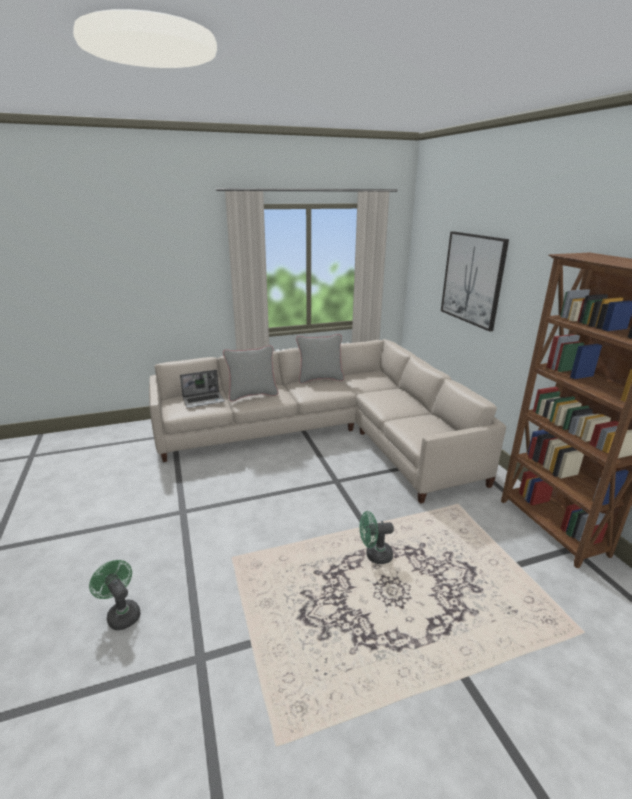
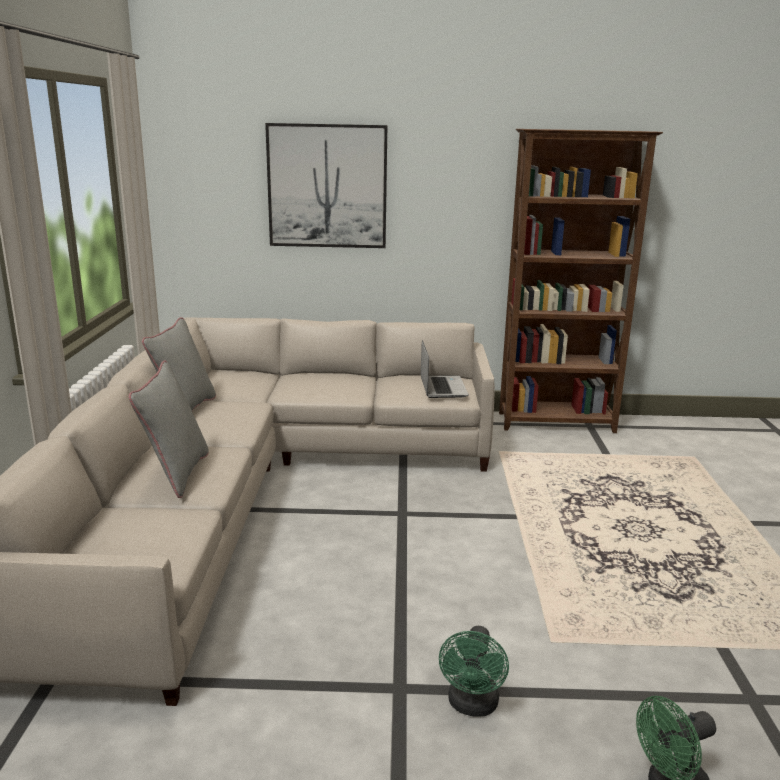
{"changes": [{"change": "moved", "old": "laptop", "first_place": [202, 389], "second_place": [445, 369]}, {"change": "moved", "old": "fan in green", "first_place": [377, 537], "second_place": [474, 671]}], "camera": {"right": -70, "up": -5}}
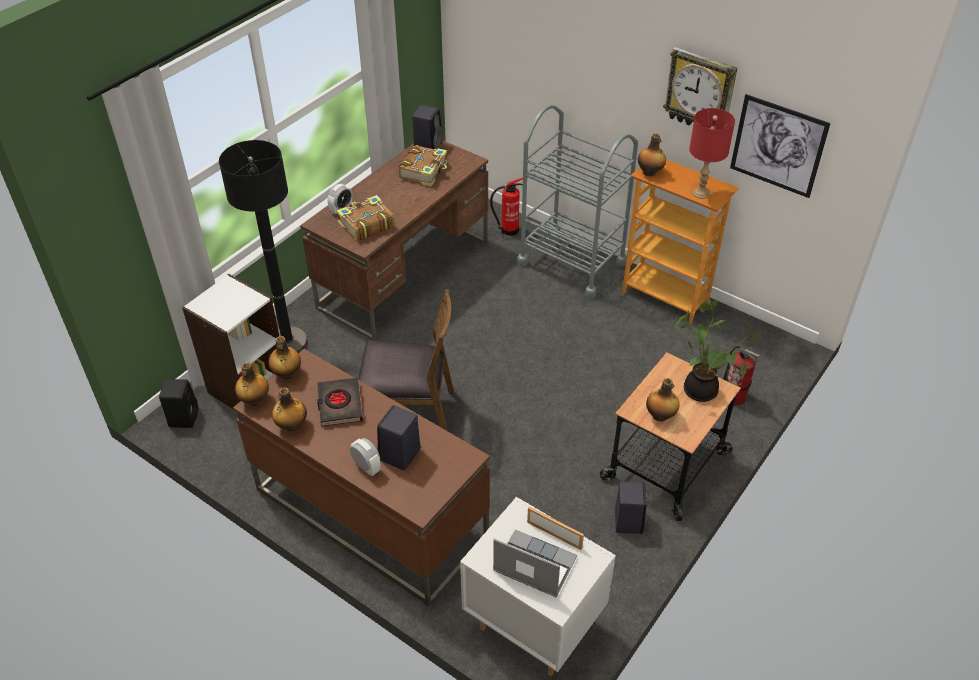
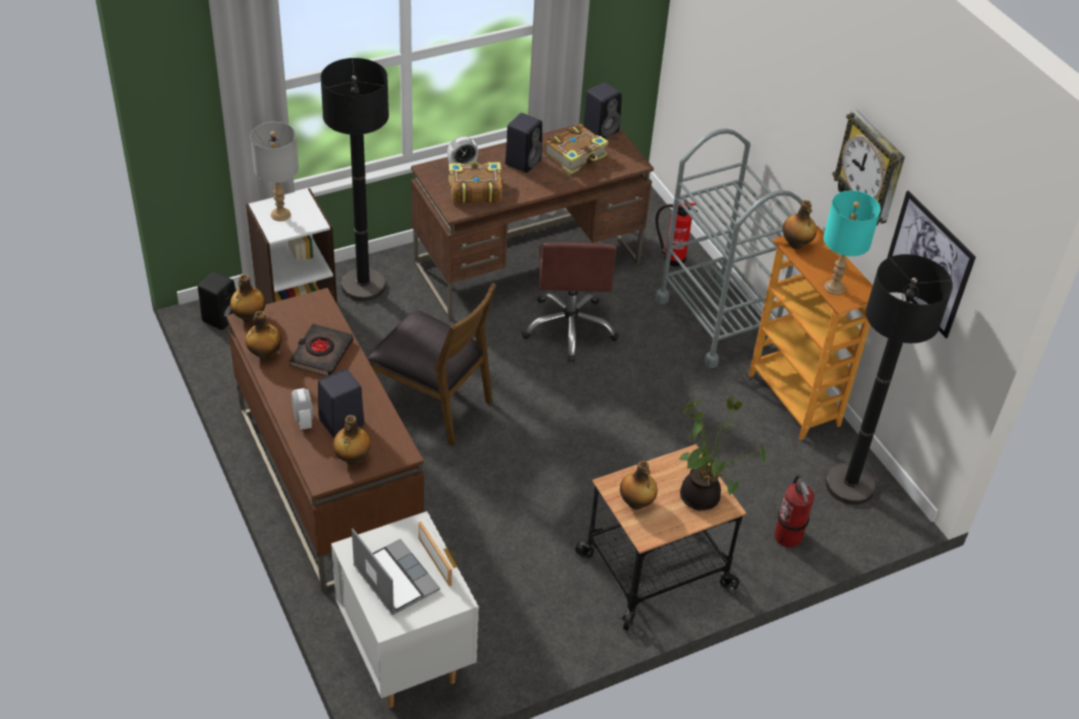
{"changes": [{"change": "recoloured", "old": "table lamp in red", "new": "table lamp in turquoise", "first_place": [712, 153], "second_place": [852, 242]}, {"change": "moved", "old": "bottle", "first_place": [285, 358], "second_place": [352, 439]}, {"change": "moved", "old": "speaker in black", "first_place": [631, 508], "second_place": [524, 143]}, {"change": "added", "new": "table lamp in grey", "second_place": [275, 171]}, {"change": "added", "new": "office chair in brown", "second_place": [570, 302]}, {"change": "added", "new": "floor lamp in black", "second_place": [889, 379]}], "camera": {"right": 25, "up": 0}}
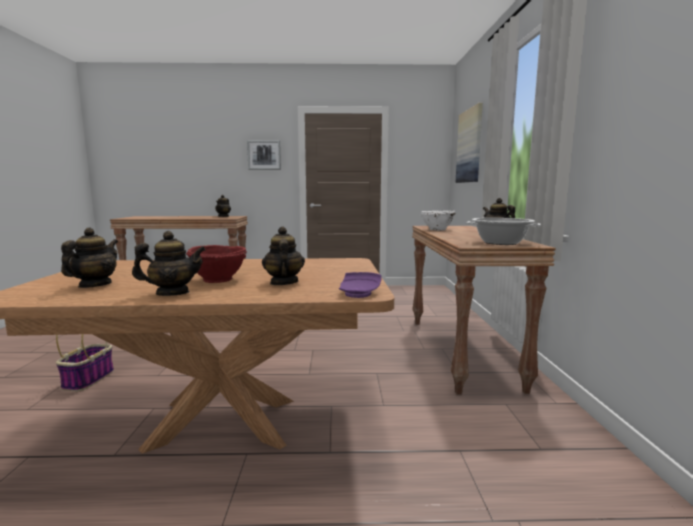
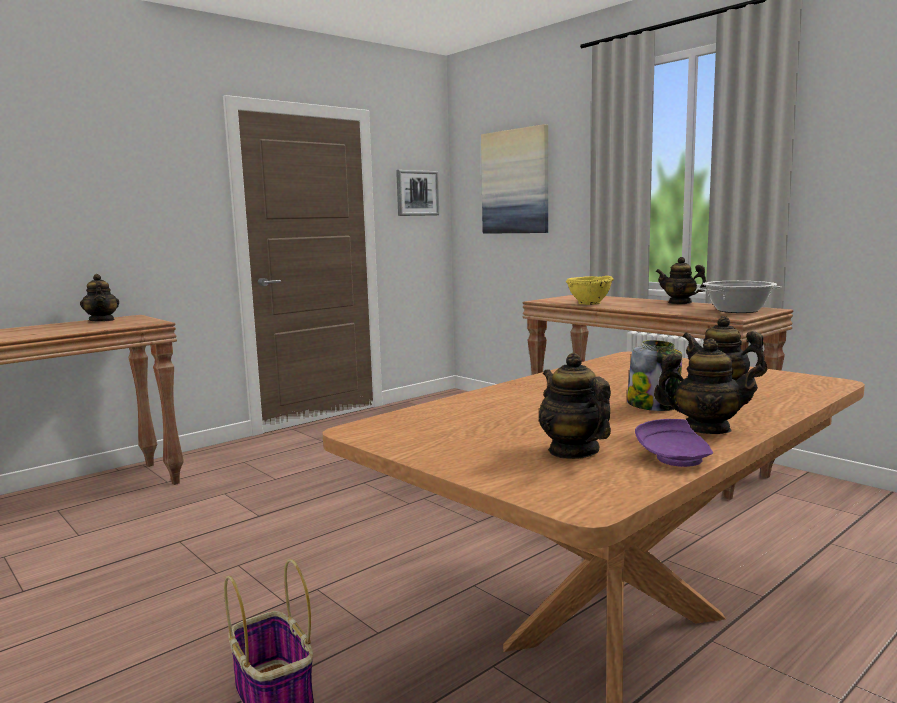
{"changes": [{"change": "moved", "old": "picture", "first_place": [264, 155], "second_place": [417, 193]}, {"change": "recoloured", "old": "bowl in white", "new": "bowl in yellow", "first_place": [438, 221], "second_place": [590, 290]}, {"change": "turned", "old": "teapot", "first_place": [169, 263], "second_place": [709, 386], "degrees": 75}, {"change": "replaced", "old": "bowl in red", "new": "jar", "first_place": [216, 264], "second_place": [655, 375]}, {"change": "moved", "old": "plate in purple", "first_place": [359, 285], "second_place": [674, 443]}], "camera": {"right": -40, "up": 0}}
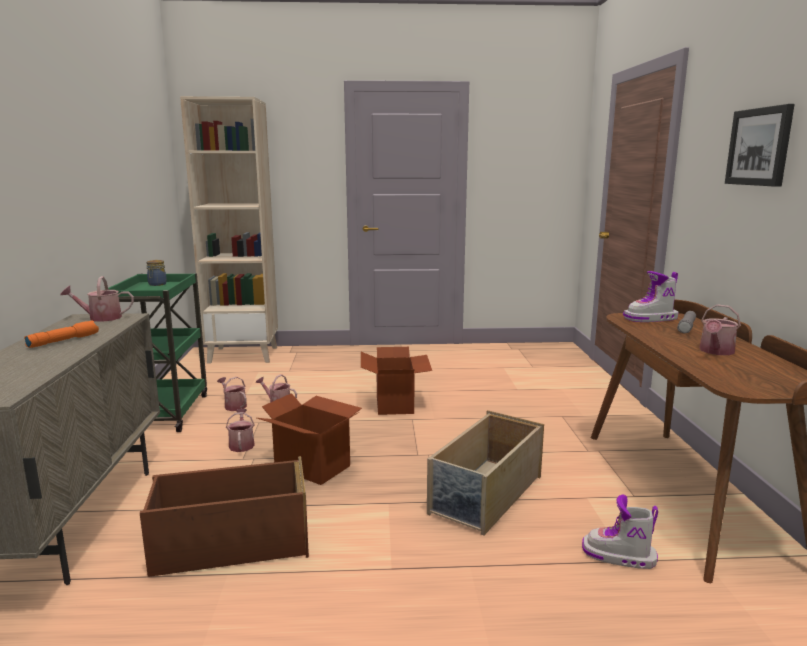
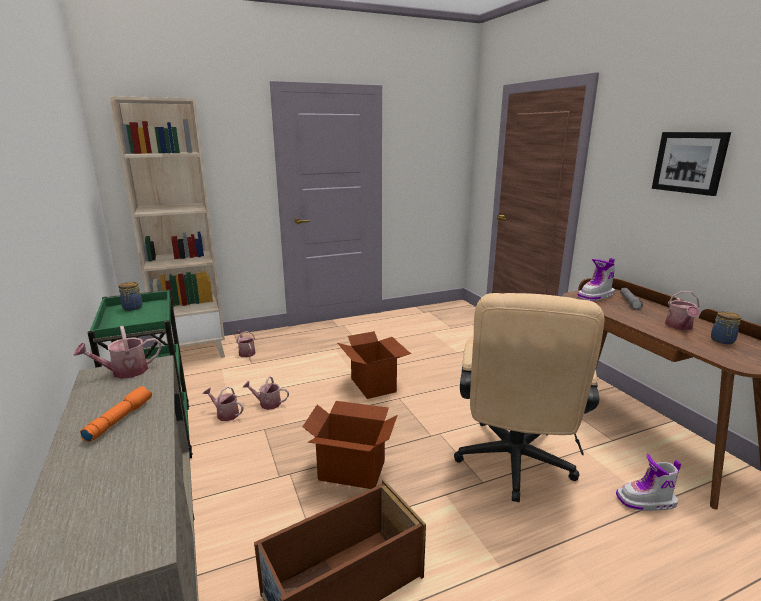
{"changes": [{"change": "moved", "old": "watering can", "first_place": [240, 430], "second_place": [246, 343]}, {"change": "replaced", "old": "storage box in beige", "new": "office chair in beige", "first_place": [485, 473], "second_place": [529, 397]}, {"change": "added", "new": "jar", "second_place": [726, 327]}], "camera": {"right": -20, "up": 5}}
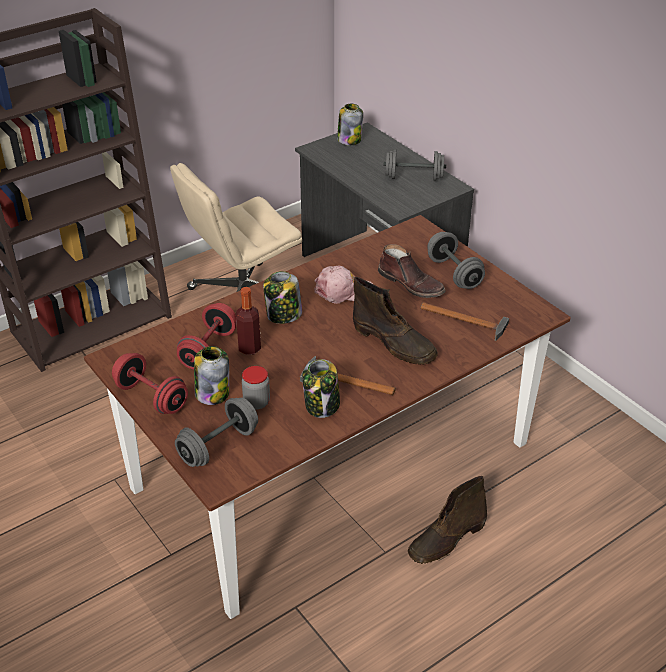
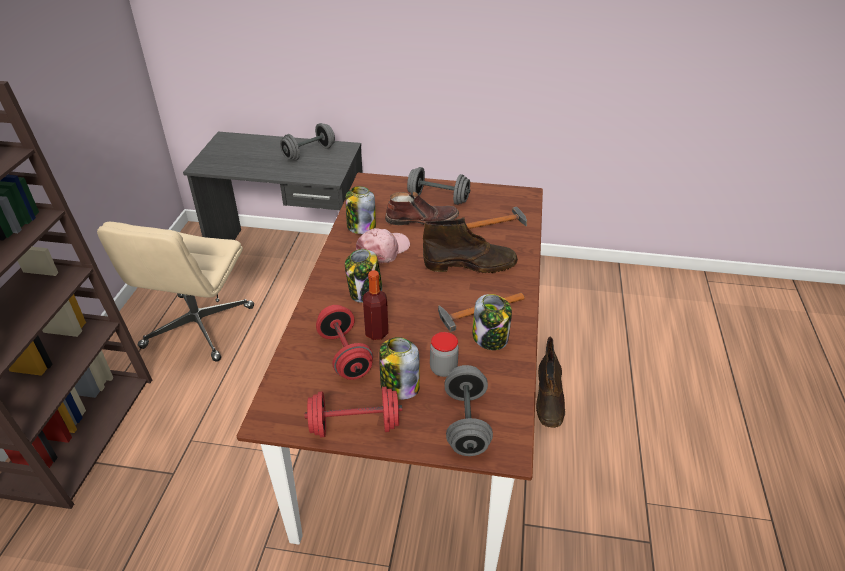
{"changes": [{"change": "moved", "old": "jar", "first_place": [350, 124], "second_place": [361, 210]}], "camera": {"right": -45, "up": 0}}
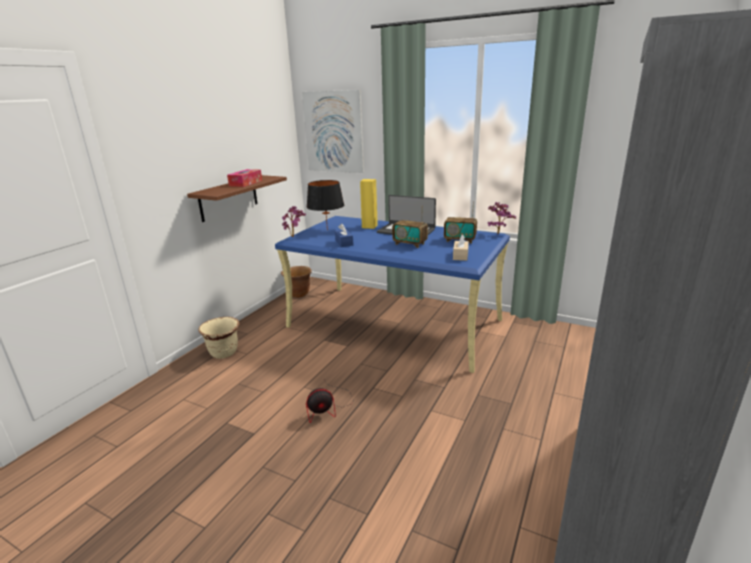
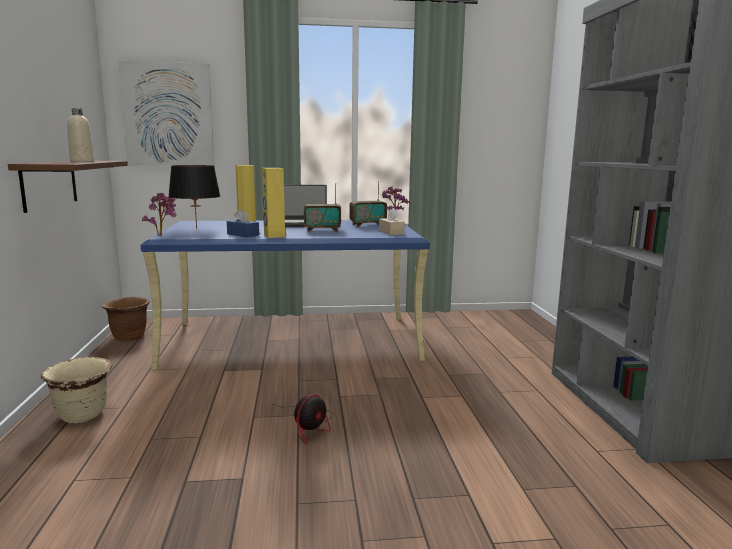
{"changes": [{"change": "replaced", "old": "tissue box", "new": "bottle in beige", "first_place": [244, 178], "second_place": [80, 135]}, {"change": "added", "new": "speaker in yellow", "second_place": [273, 203]}], "camera": {"right": -35, "up": -10}}
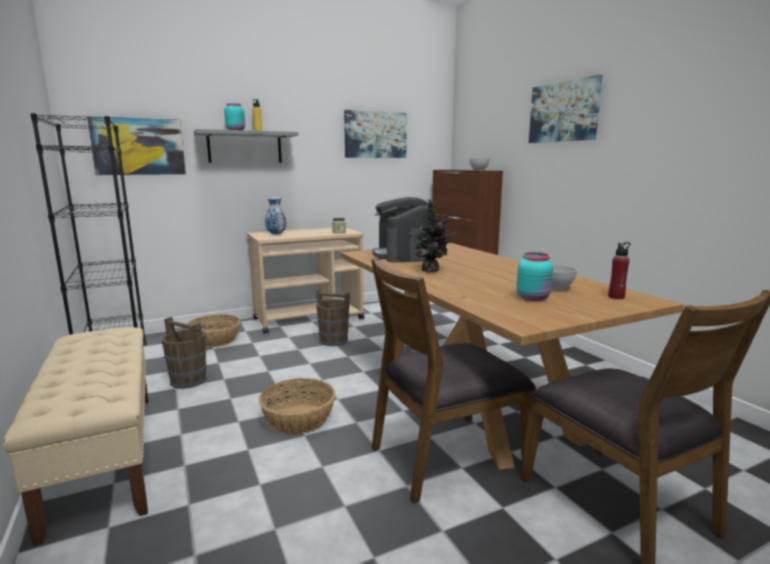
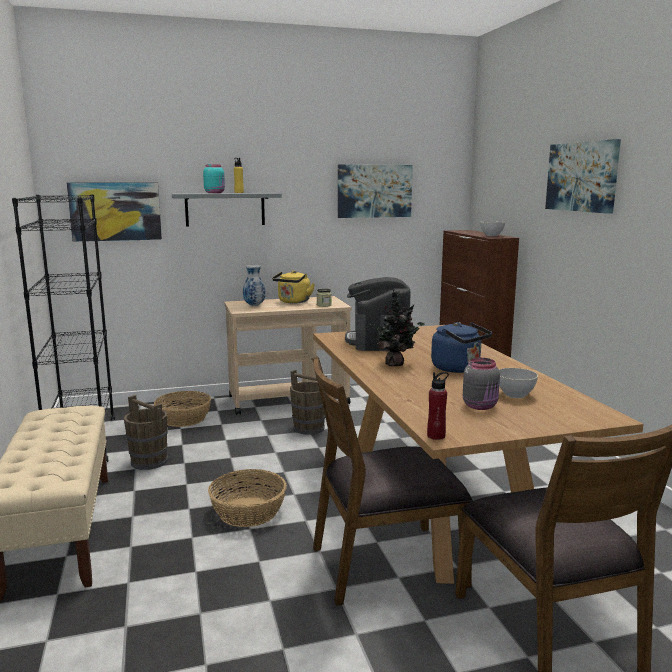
{"changes": [{"change": "moved", "old": "bottle in red", "first_place": [619, 270], "second_place": [438, 406]}, {"change": "recoloured", "old": "jar in turquoise", "new": "jar in grey", "first_place": [534, 276], "second_place": [481, 384]}, {"change": "added", "new": "kettle in yellow", "second_place": [293, 287]}, {"change": "added", "new": "kettle in blue", "second_place": [461, 347]}], "camera": {"right": 10, "up": 0}}
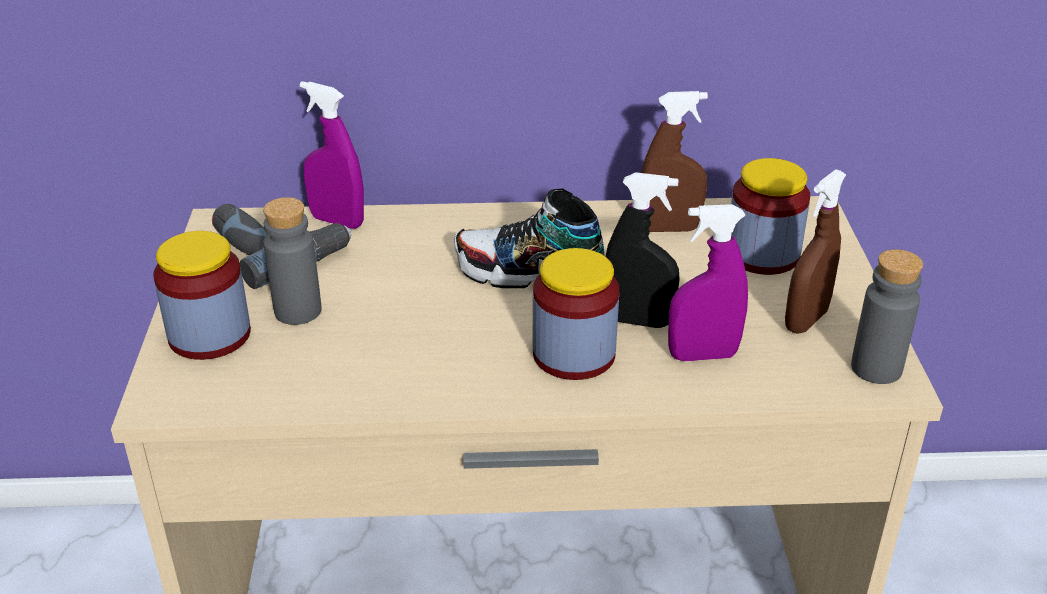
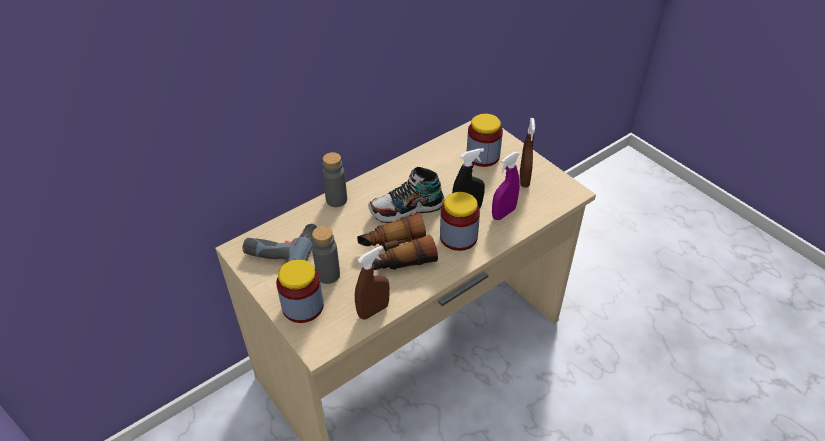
{"changes": [{"change": "removed", "old": "spray bottle in purple", "first_place": [332, 155]}, {"change": "moved", "old": "spray bottle in brown", "first_place": [674, 161], "second_place": [372, 282]}, {"change": "moved", "old": "bottle in grey", "first_place": [887, 316], "second_place": [334, 179]}, {"change": "added", "new": "binoculars", "second_place": [397, 241]}], "camera": {"right": -35, "up": 10}}
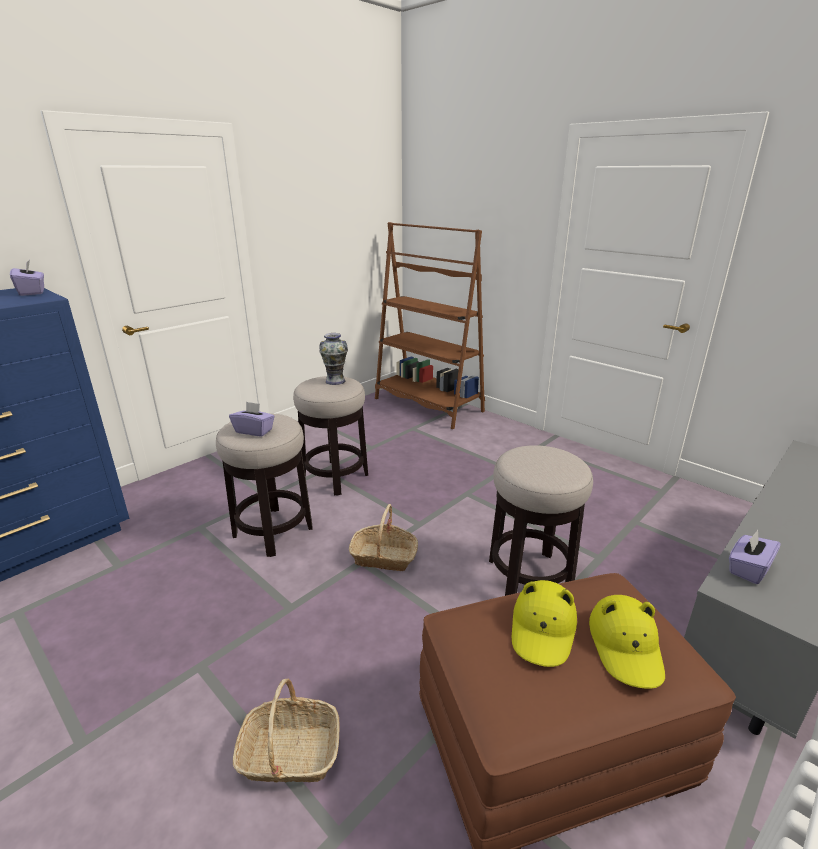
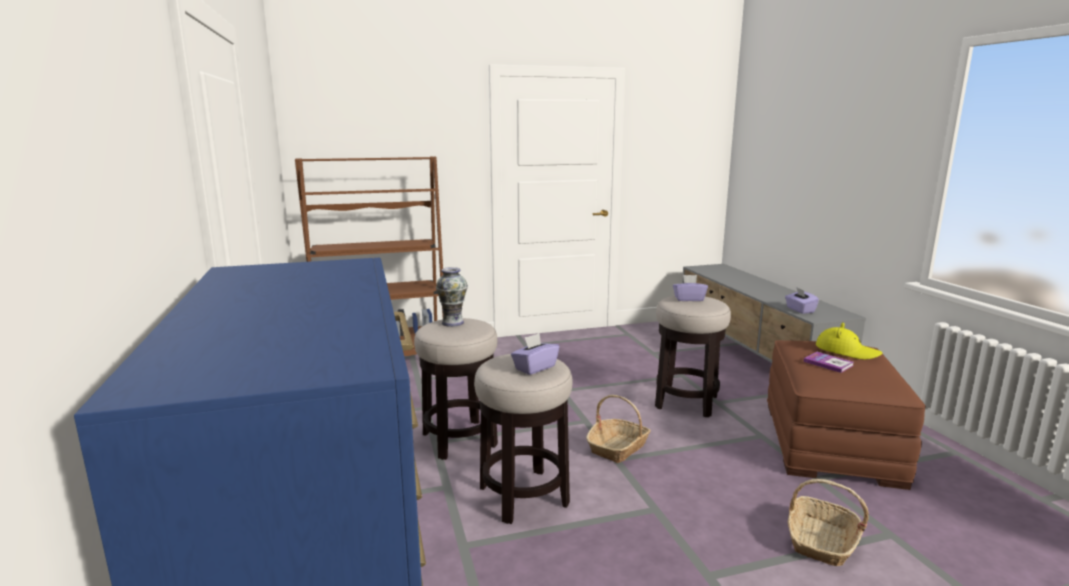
{"changes": [{"change": "moved", "old": "tissue box in purple", "first_place": [27, 278], "second_place": [690, 288]}, {"change": "replaced", "old": "hat in yellow", "new": "book", "first_place": [544, 623], "second_place": [828, 362]}], "camera": {"right": -60, "up": -10}}
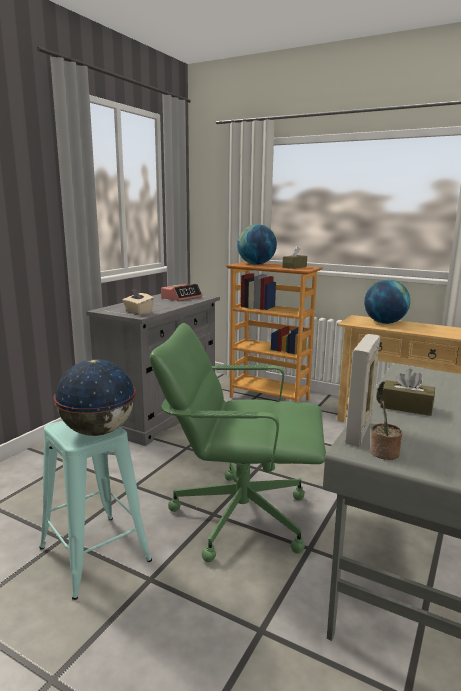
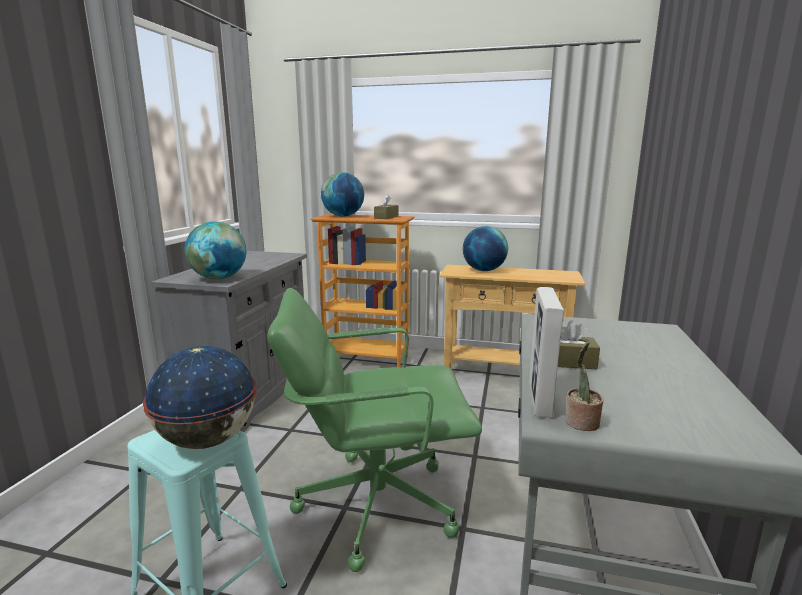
{"changes": [{"change": "removed", "old": "alarm clock", "first_place": [181, 292]}, {"change": "replaced", "old": "tissue box in beige", "new": "globe", "first_place": [138, 302], "second_place": [215, 250]}], "camera": {"right": -15, "up": 0}}
